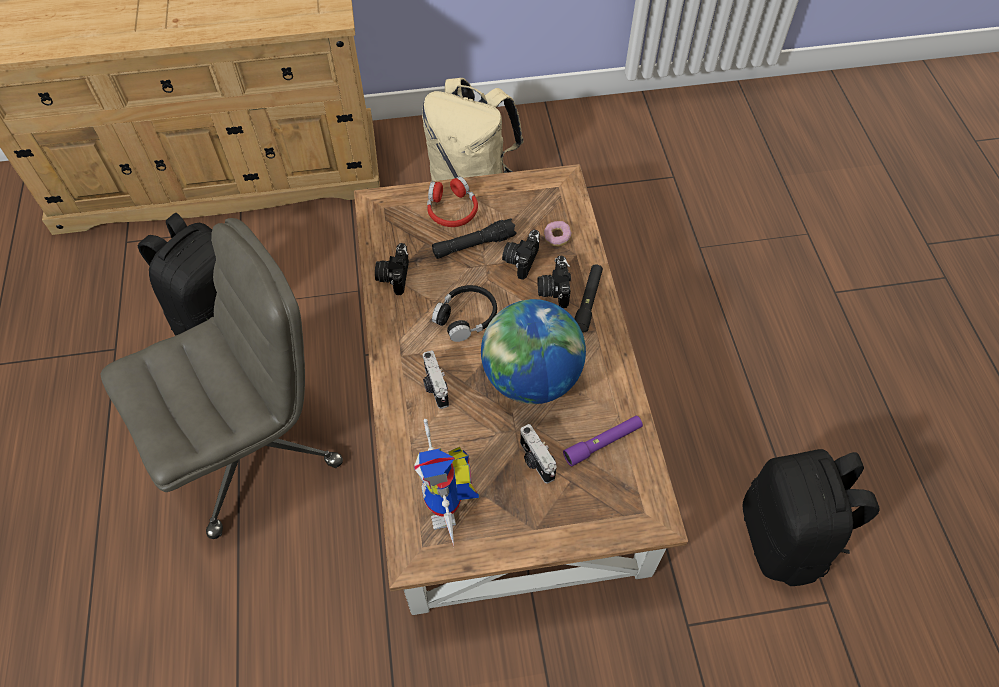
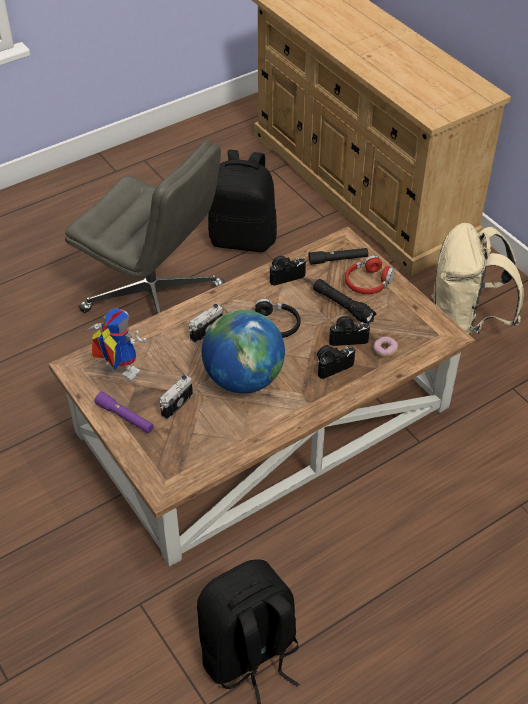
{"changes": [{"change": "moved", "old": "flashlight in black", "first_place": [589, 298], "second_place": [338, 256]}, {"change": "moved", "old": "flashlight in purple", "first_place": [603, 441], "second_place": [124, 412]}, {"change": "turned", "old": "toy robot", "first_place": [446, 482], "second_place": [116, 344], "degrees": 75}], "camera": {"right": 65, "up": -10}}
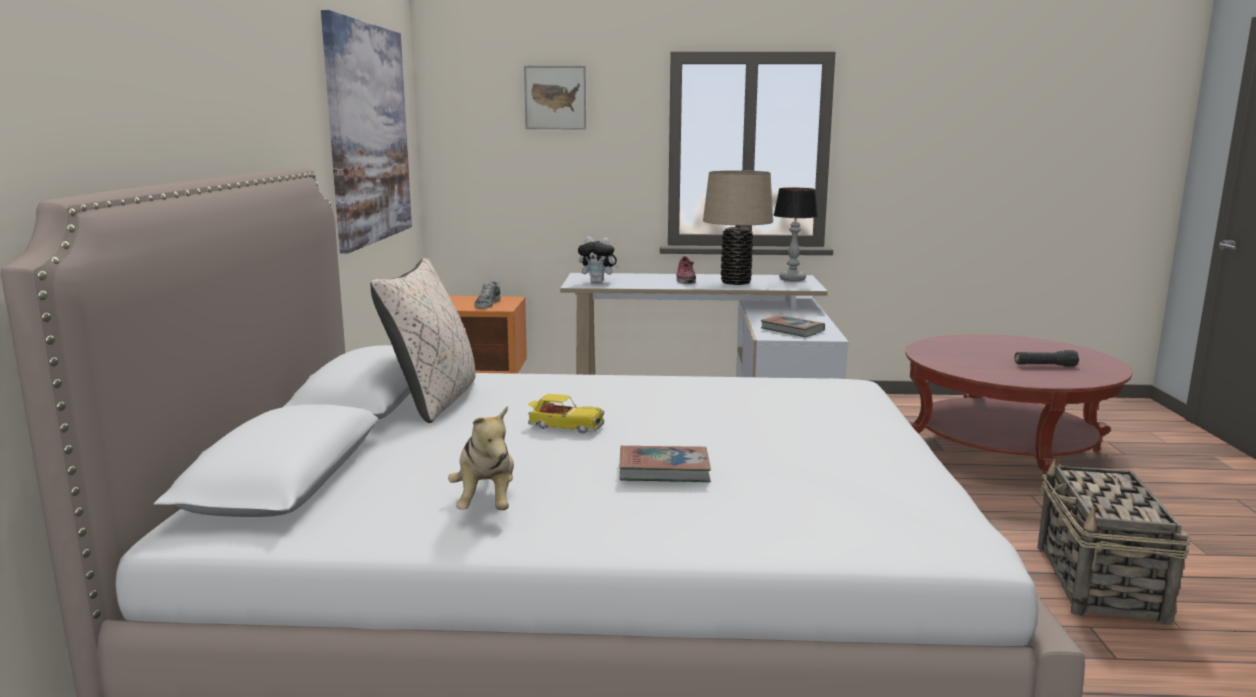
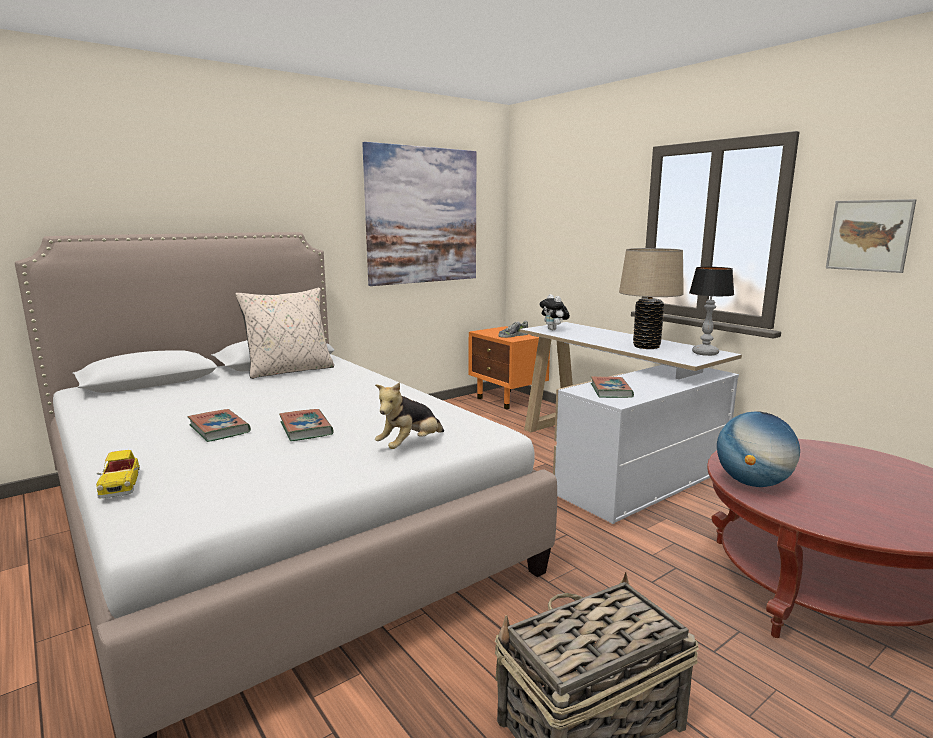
{"changes": [{"change": "moved", "old": "picture", "first_place": [555, 97], "second_place": [871, 236]}, {"change": "removed", "old": "shoe", "first_place": [686, 270]}, {"change": "removed", "old": "flashlight in black", "first_place": [1046, 358]}, {"change": "moved", "old": "toy car", "first_place": [566, 413], "second_place": [118, 474]}, {"change": "moved", "old": "plush toy", "first_place": [481, 457], "second_place": [409, 415]}, {"change": "added", "new": "book", "second_place": [306, 425]}, {"change": "added", "new": "globe", "second_place": [758, 449]}], "camera": {"right": 50, "up": 0}}
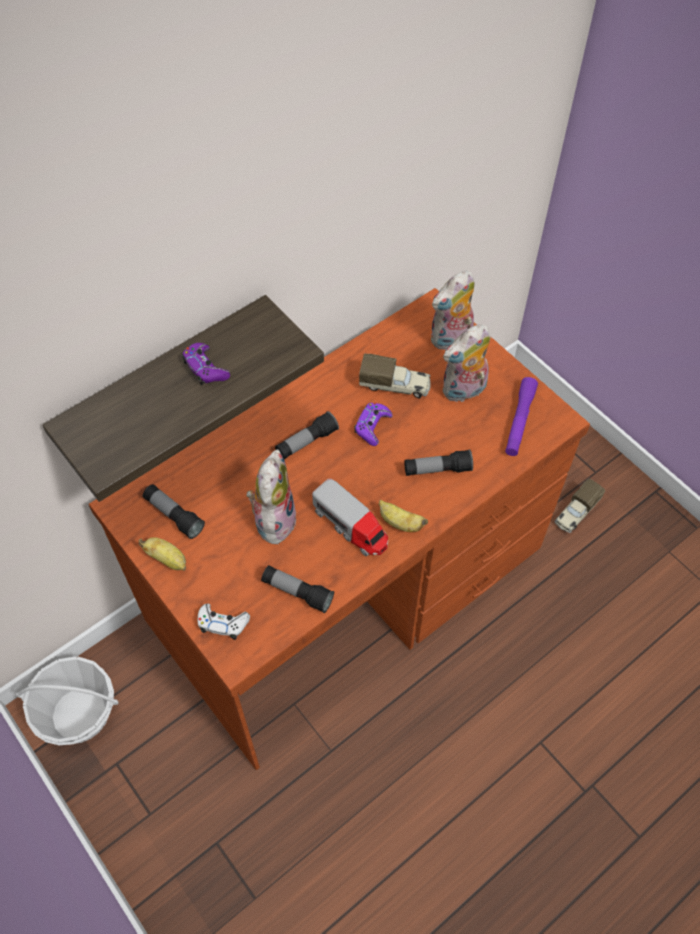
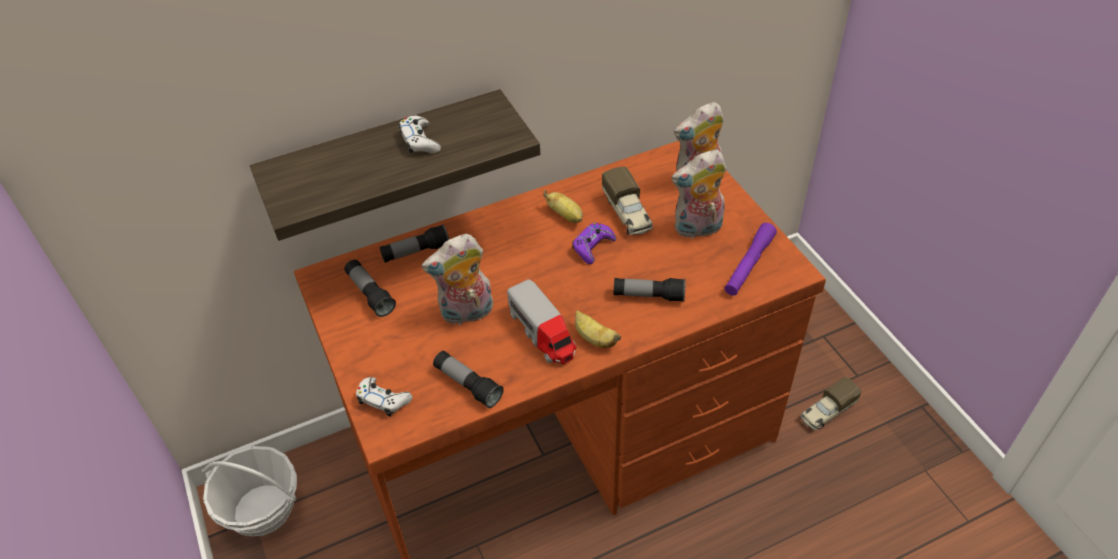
{"changes": [{"change": "recoloured", "old": "game controller in purple", "new": "game controller in white", "first_place": [206, 364], "second_place": [420, 134]}, {"change": "turned", "old": "toy truck", "first_place": [395, 376], "second_place": [627, 201], "degrees": 45}, {"change": "moved", "old": "flashlight", "first_place": [307, 435], "second_place": [414, 243]}, {"change": "turned", "old": "plush toy", "first_place": [271, 496], "second_place": [457, 280], "degrees": -135}, {"change": "moved", "old": "banana", "first_place": [162, 554], "second_place": [563, 206]}], "camera": {"right": 15, "up": -10}}
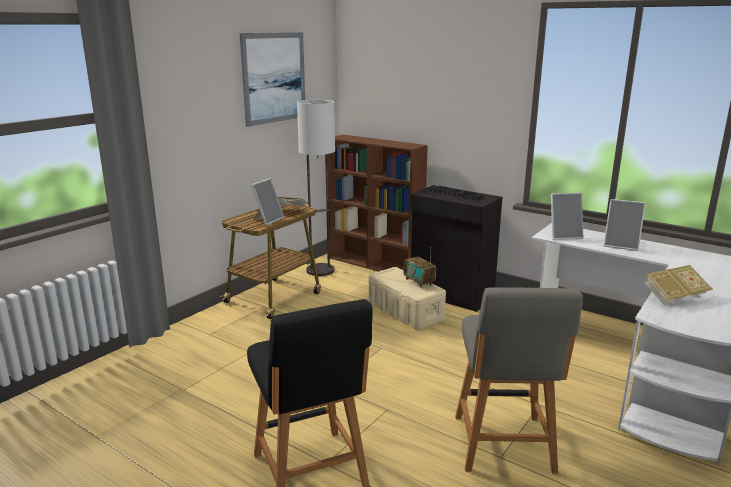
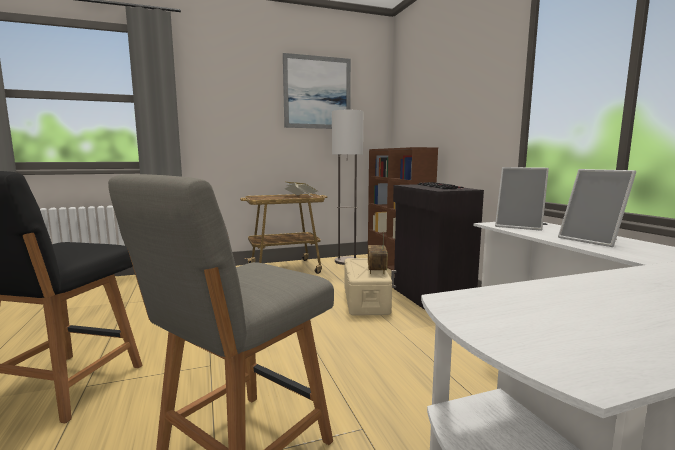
{"changes": [{"change": "removed", "old": "picture frame", "first_place": [267, 201]}, {"change": "removed", "old": "book", "first_place": [678, 285]}], "camera": {"right": 35, "up": -10}}
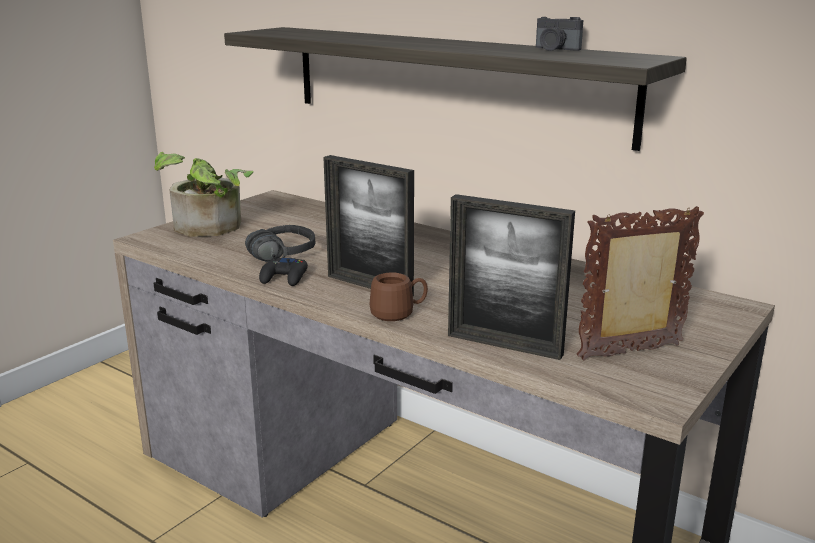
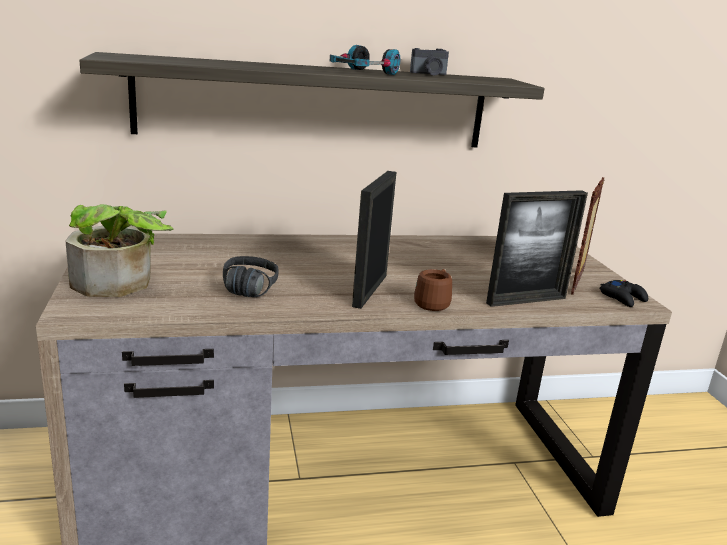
{"changes": [{"change": "turned", "old": "picture frame", "first_place": [368, 225], "second_place": [374, 240], "degrees": 120}, {"change": "moved", "old": "game controller in black", "first_place": [283, 270], "second_place": [624, 293]}, {"change": "added", "new": "headphones", "second_place": [365, 60]}], "camera": {"right": -50, "up": 0}}
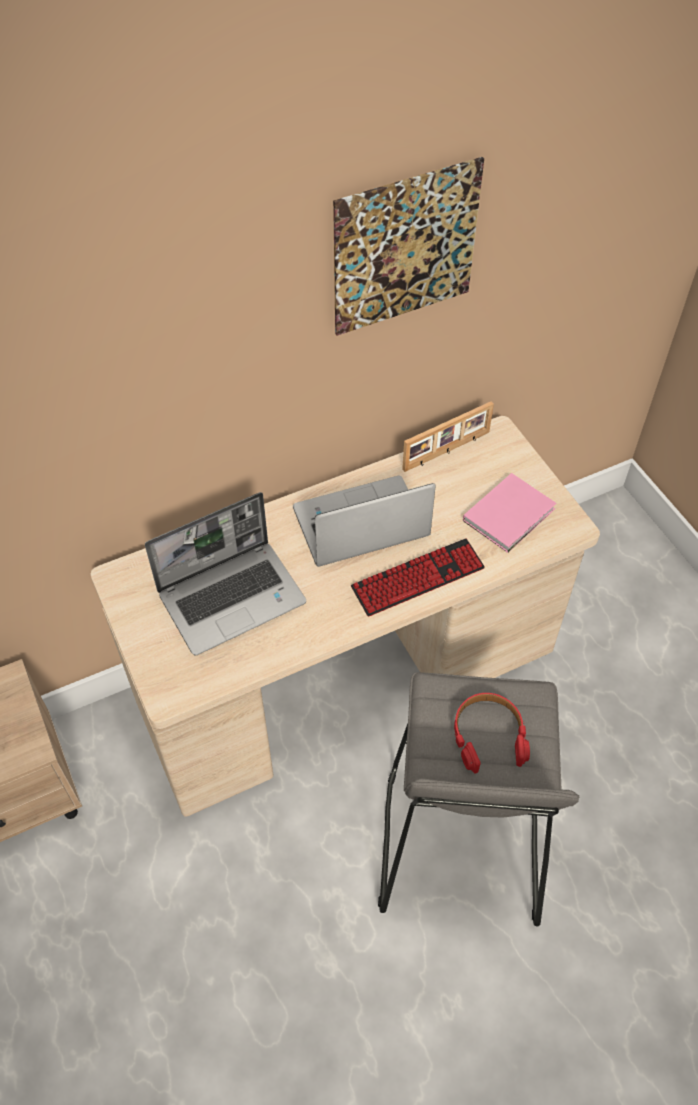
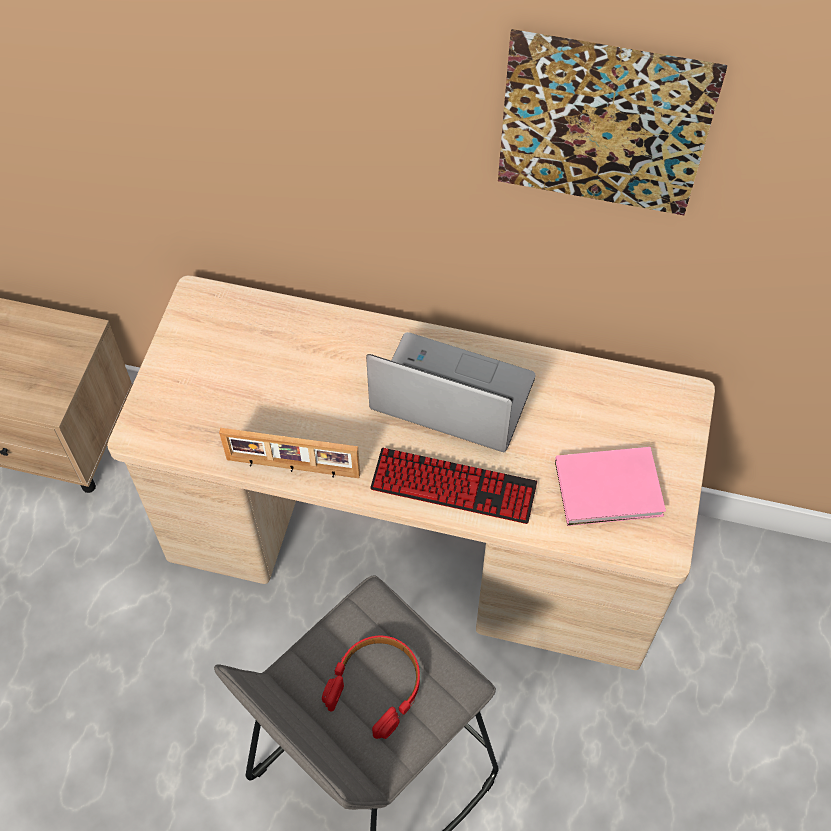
{"changes": [{"change": "moved", "old": "picture frame", "first_place": [448, 436], "second_place": [289, 453]}, {"change": "removed", "old": "laptop", "first_place": [225, 573]}], "camera": {"right": 40, "up": 5}}
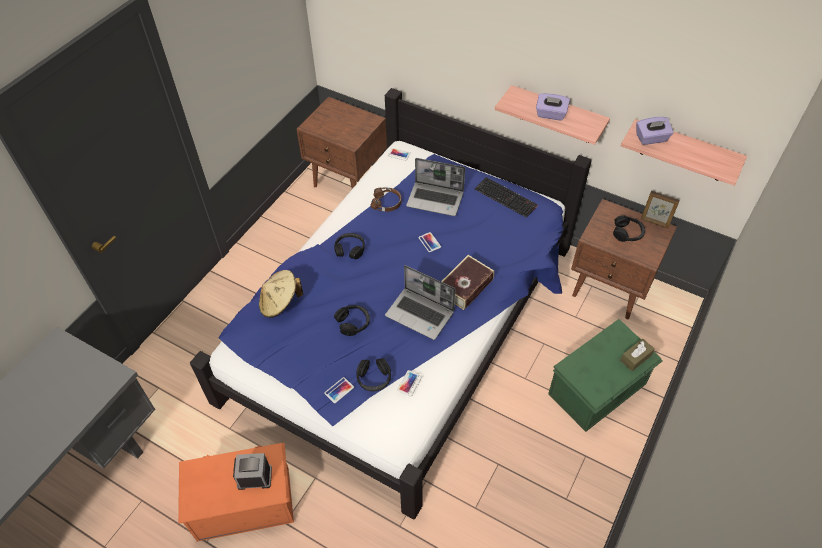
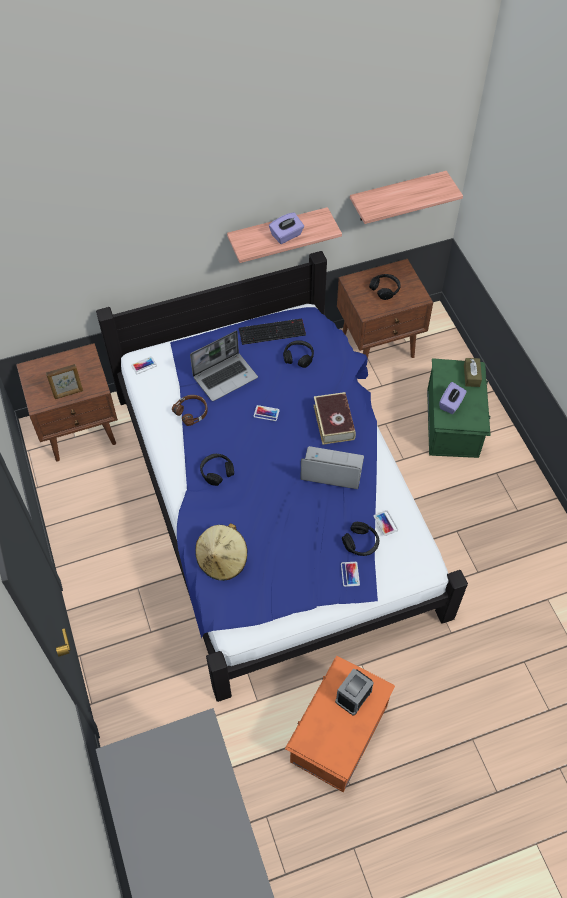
{"changes": [{"change": "moved", "old": "tissue box in purple", "first_place": [655, 131], "second_place": [453, 398]}, {"change": "moved", "old": "picture frame", "first_place": [660, 209], "second_place": [64, 381]}, {"change": "turned", "old": "laptop", "first_place": [420, 302], "second_place": [332, 467], "degrees": -150}, {"change": "moved", "old": "headphones in black", "first_place": [352, 320], "second_place": [298, 354]}], "camera": {"right": -50, "up": 5}}
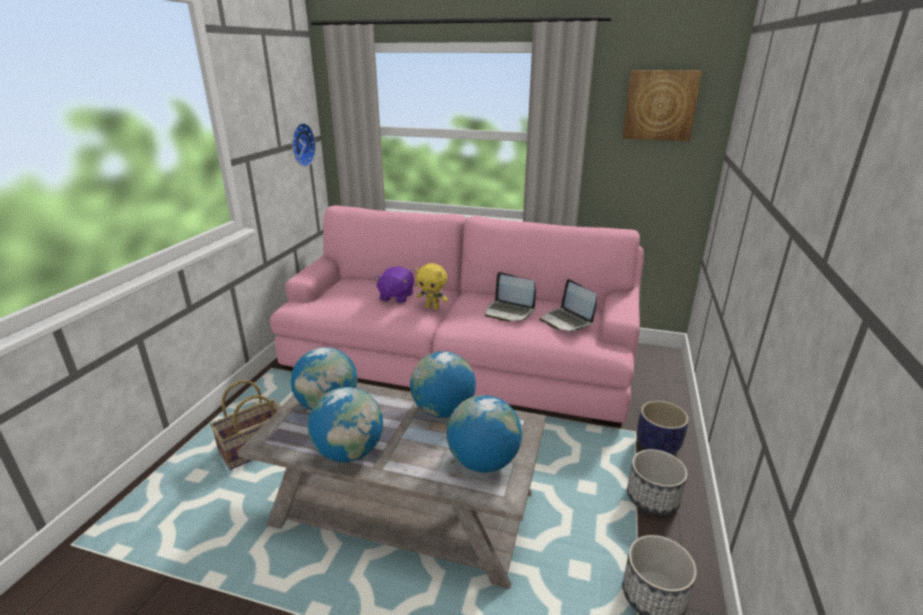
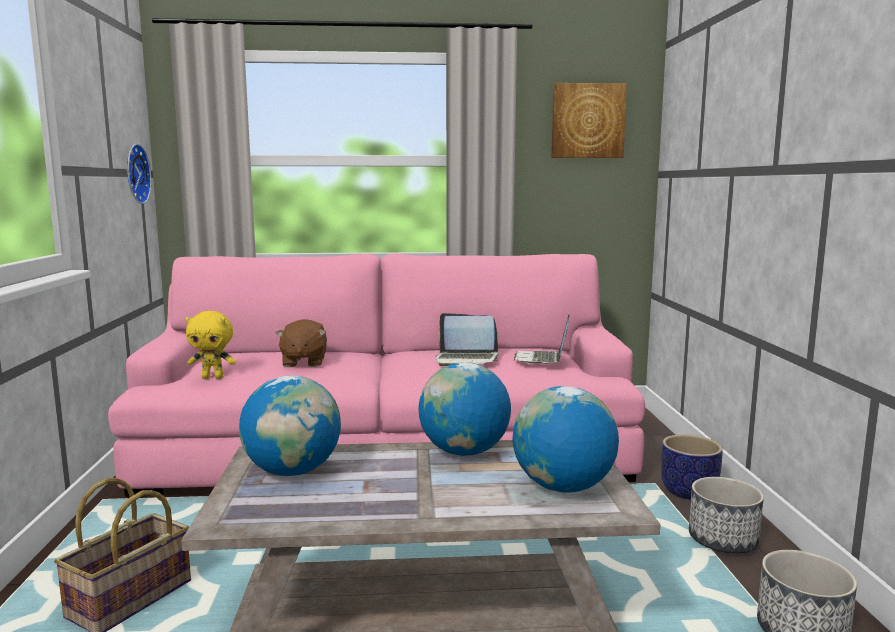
{"changes": [{"change": "moved", "old": "plush toy in yellow", "first_place": [432, 286], "second_place": [210, 345]}, {"change": "recoloured", "old": "plush toy in purple", "new": "plush toy in brown", "first_place": [394, 284], "second_place": [301, 343]}, {"change": "turned", "old": "laptop", "first_place": [568, 305], "second_place": [542, 339], "degrees": 60}, {"change": "removed", "old": "globe", "first_place": [345, 424]}], "camera": {"right": -20, "up": -15}}
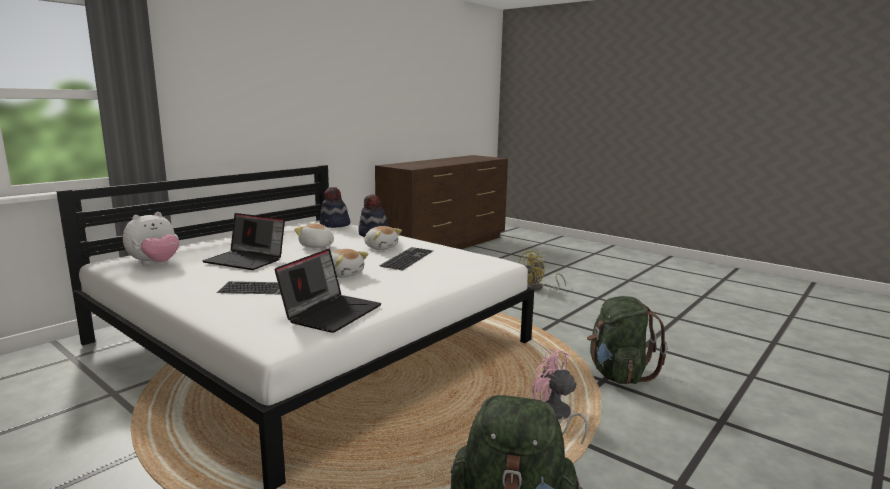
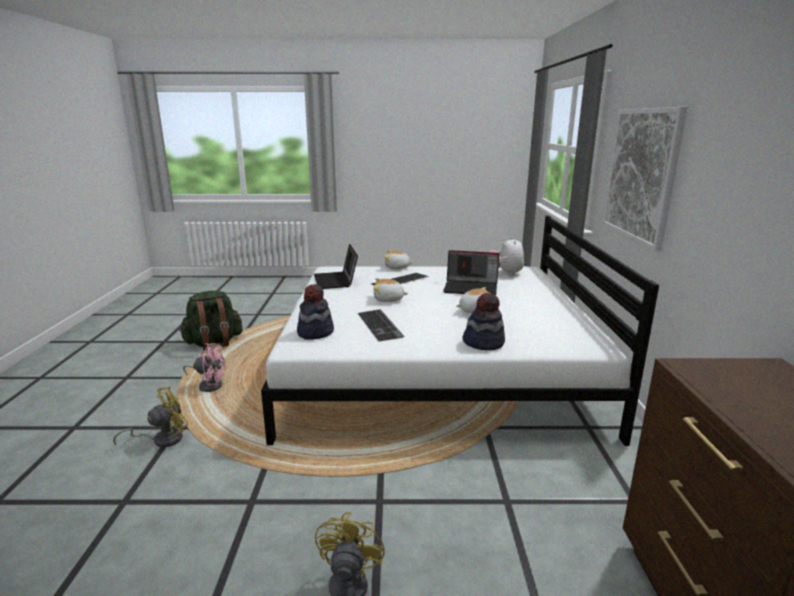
{"changes": [{"change": "moved", "old": "hat", "first_place": [334, 207], "second_place": [315, 312]}, {"change": "turned", "old": "laptop", "first_place": [243, 241], "second_place": [471, 272], "degrees": -150}, {"change": "moved", "old": "plush toy", "first_place": [383, 238], "second_place": [398, 259]}, {"change": "replaced", "old": "backpack in green", "new": "fan in yellow", "first_place": [627, 340], "second_place": [150, 416]}, {"change": "added", "new": "picture", "second_place": [645, 179]}], "camera": {"right": 140, "up": 5}}
